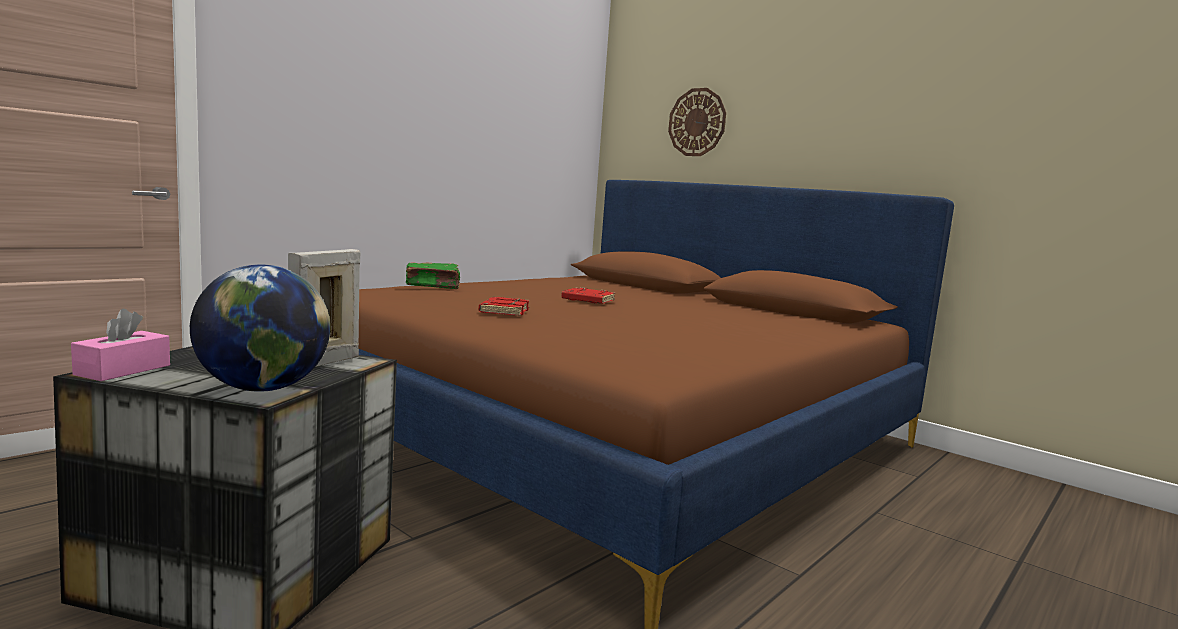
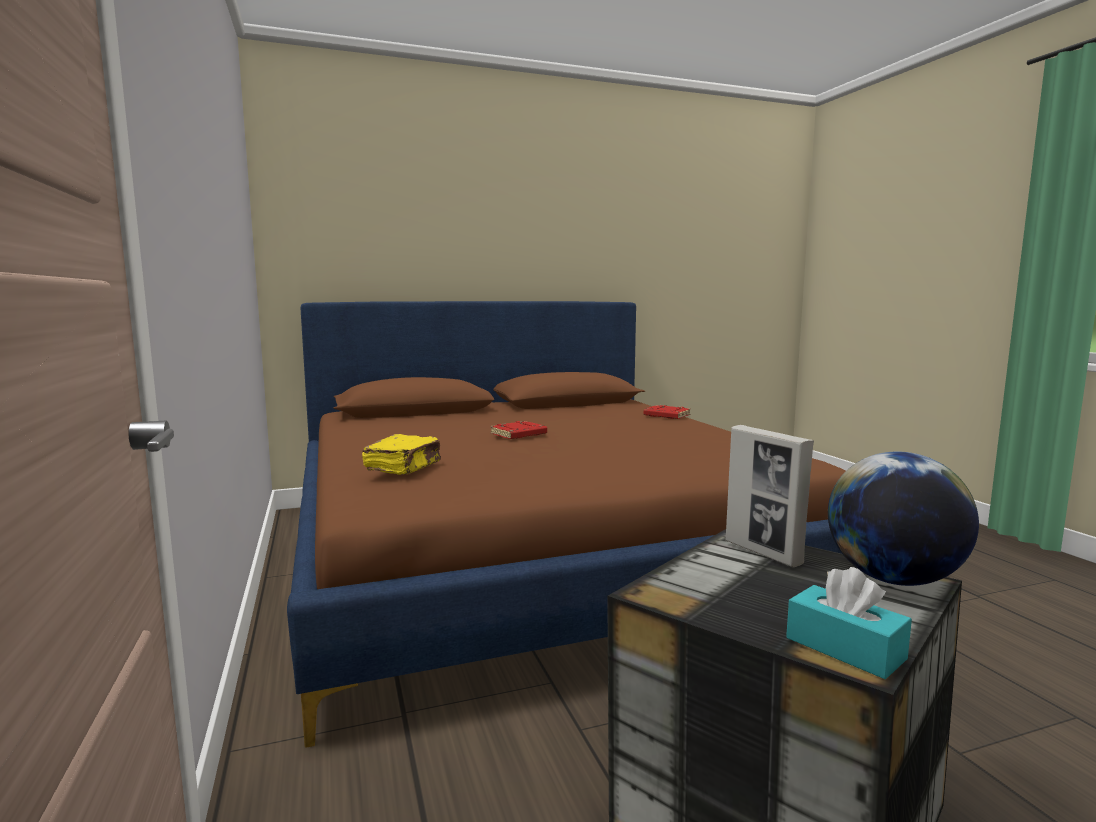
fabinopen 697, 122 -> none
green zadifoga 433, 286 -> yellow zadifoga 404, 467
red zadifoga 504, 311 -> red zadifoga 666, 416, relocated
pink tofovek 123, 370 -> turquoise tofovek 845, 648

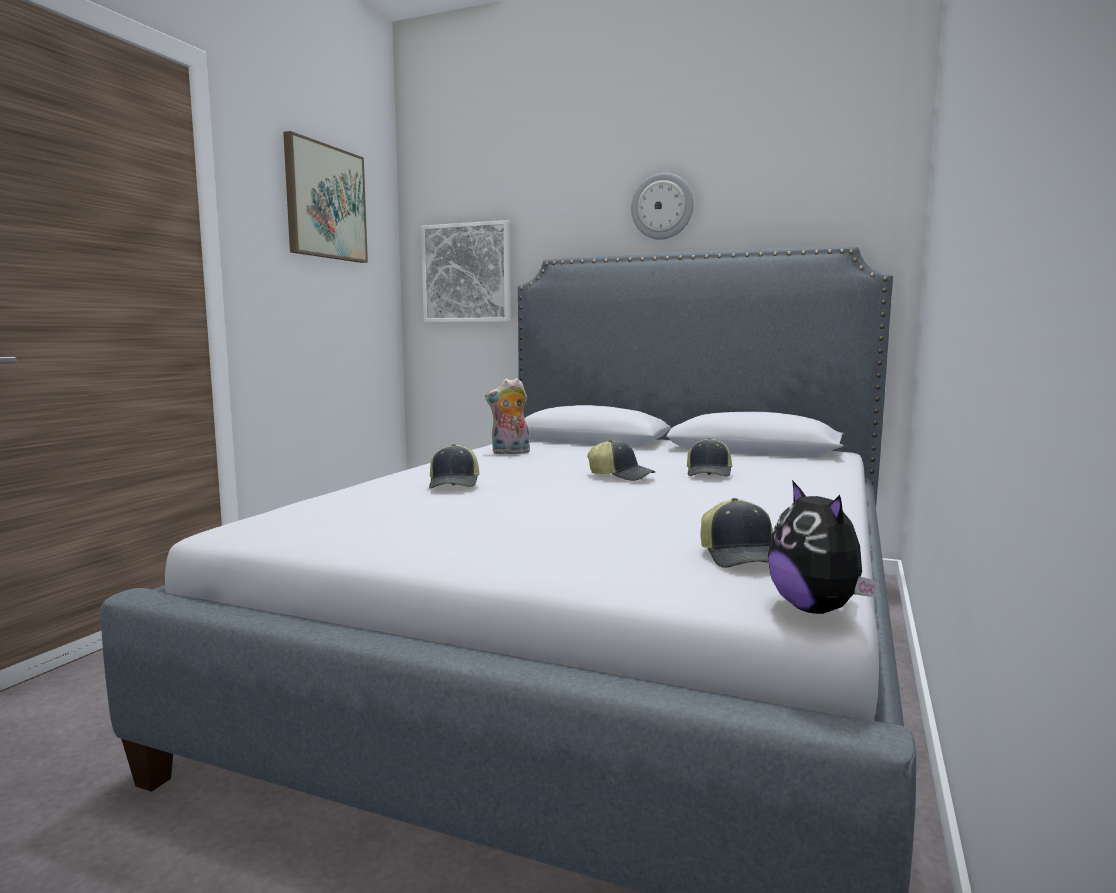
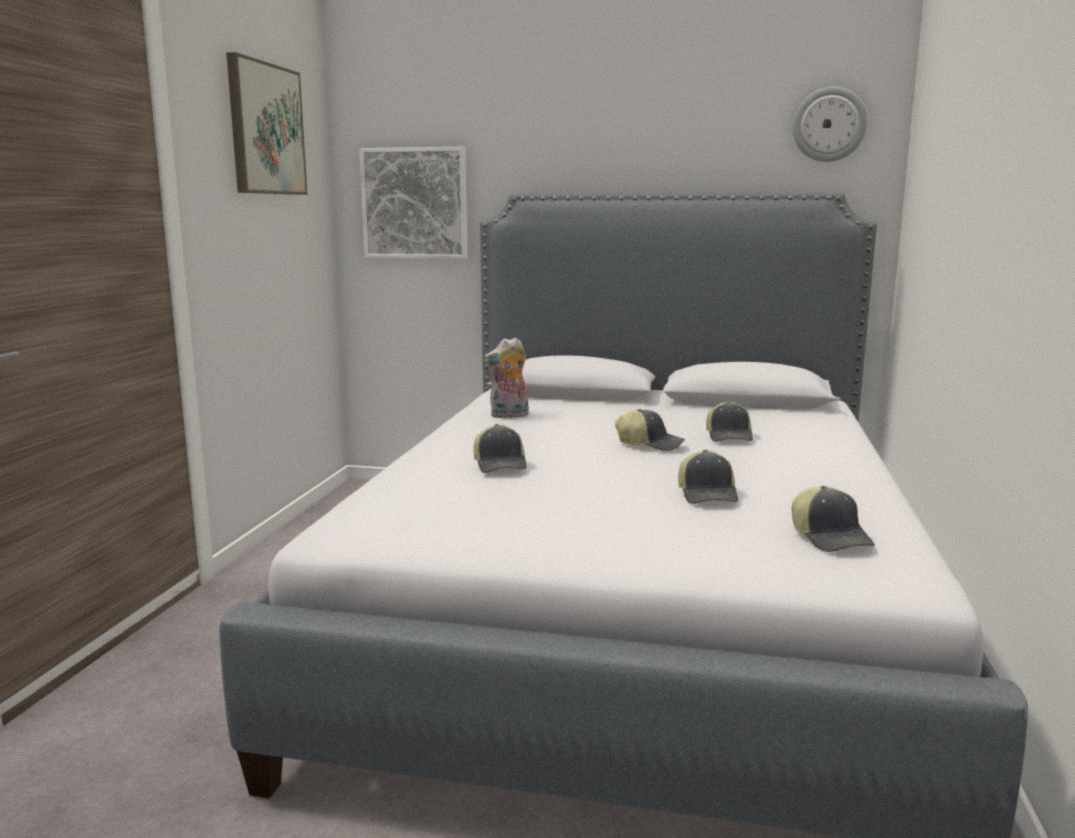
fabinopen 662, 206 -> fabinopen 829, 124, relocated
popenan 816, 609 -> none
none -> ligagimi 708, 495

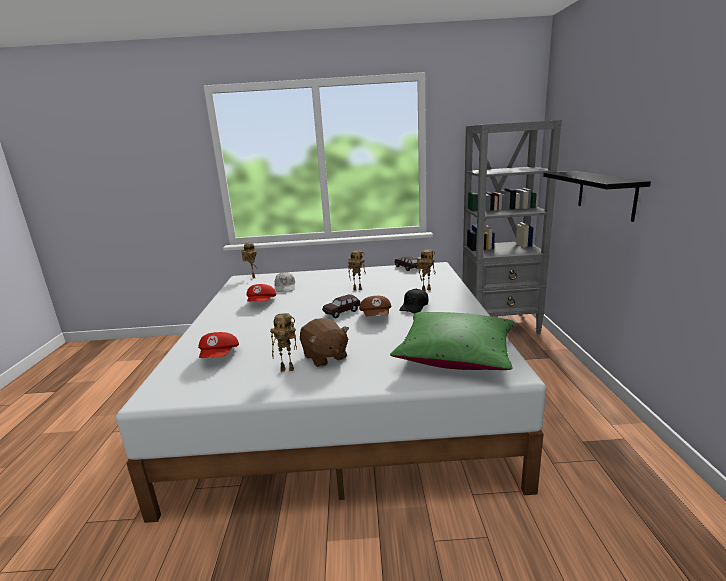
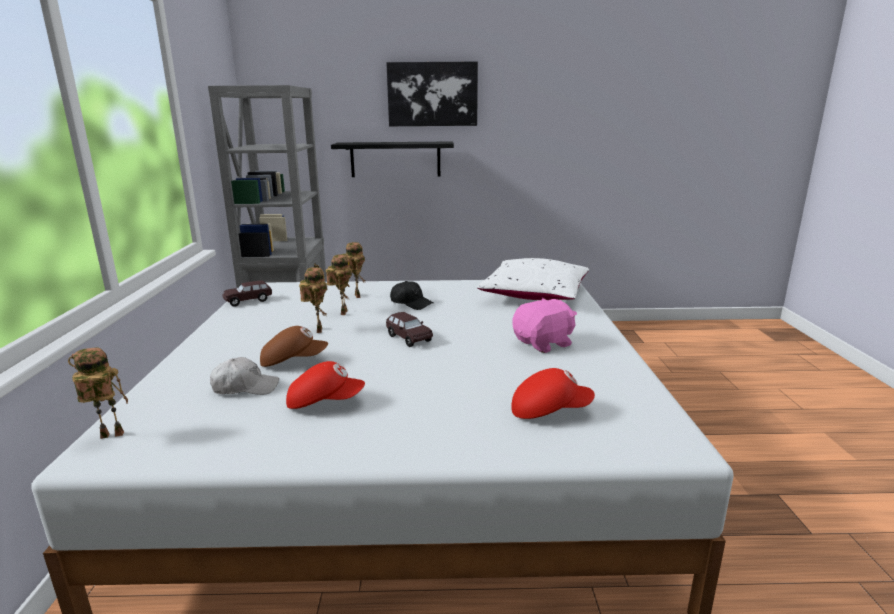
brown ligagimi 376, 317 -> brown ligagimi 293, 361, relocated
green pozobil 455, 354 -> white pozobil 535, 295
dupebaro 288, 369 -> dupebaro 342, 312, relocated
brown popenan 324, 357 -> pink popenan 544, 343
none -> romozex 432, 94

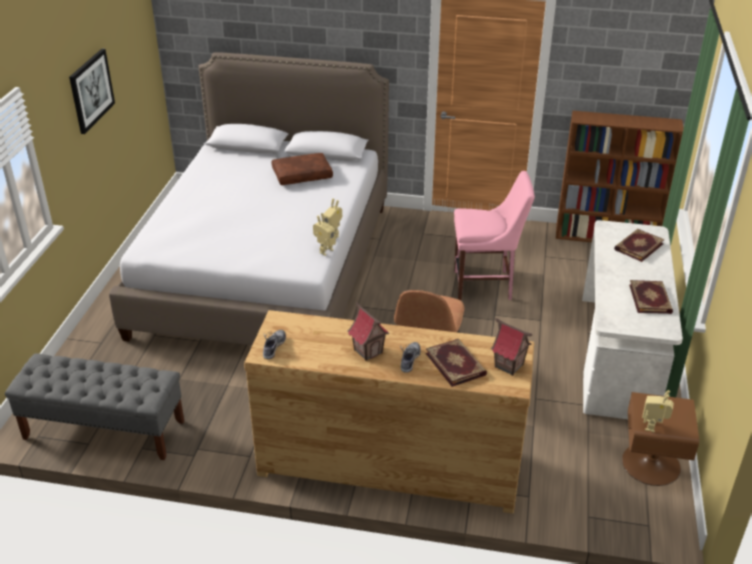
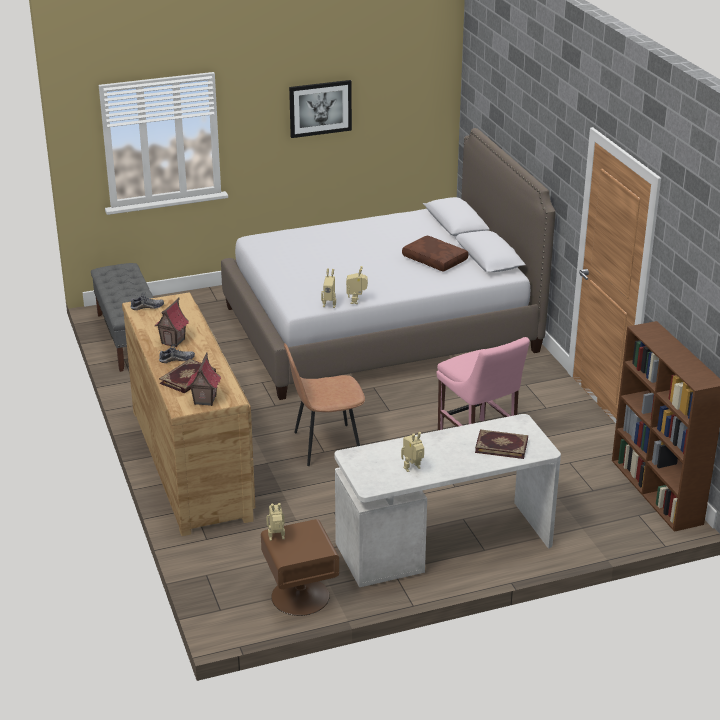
zadifoga 651, 299 -> dupebaro 413, 469

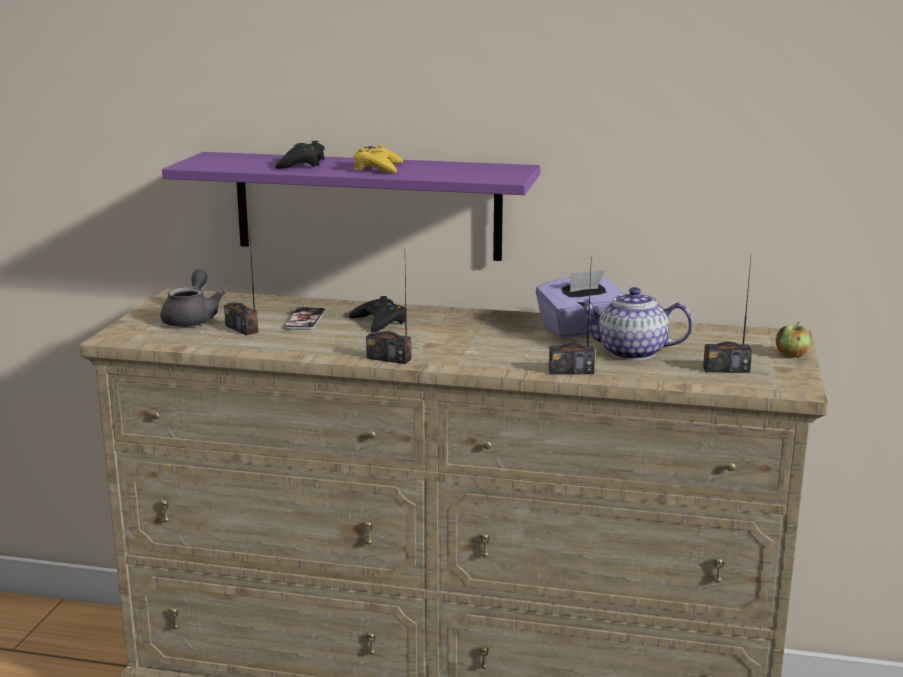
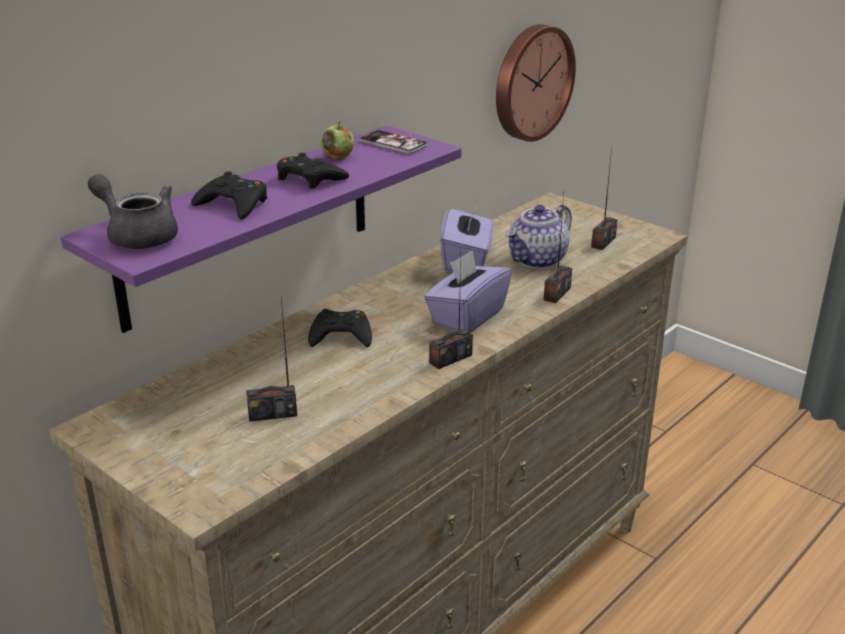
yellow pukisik 378, 168 -> black pukisik 309, 179
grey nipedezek 192, 319 -> grey nipedezek 138, 235, relocated
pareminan 305, 320 -> pareminan 393, 143, relocated
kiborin 791, 355 -> kiborin 338, 157, relocated
none -> fabinopen 531, 82
none -> purple tofovek 467, 316

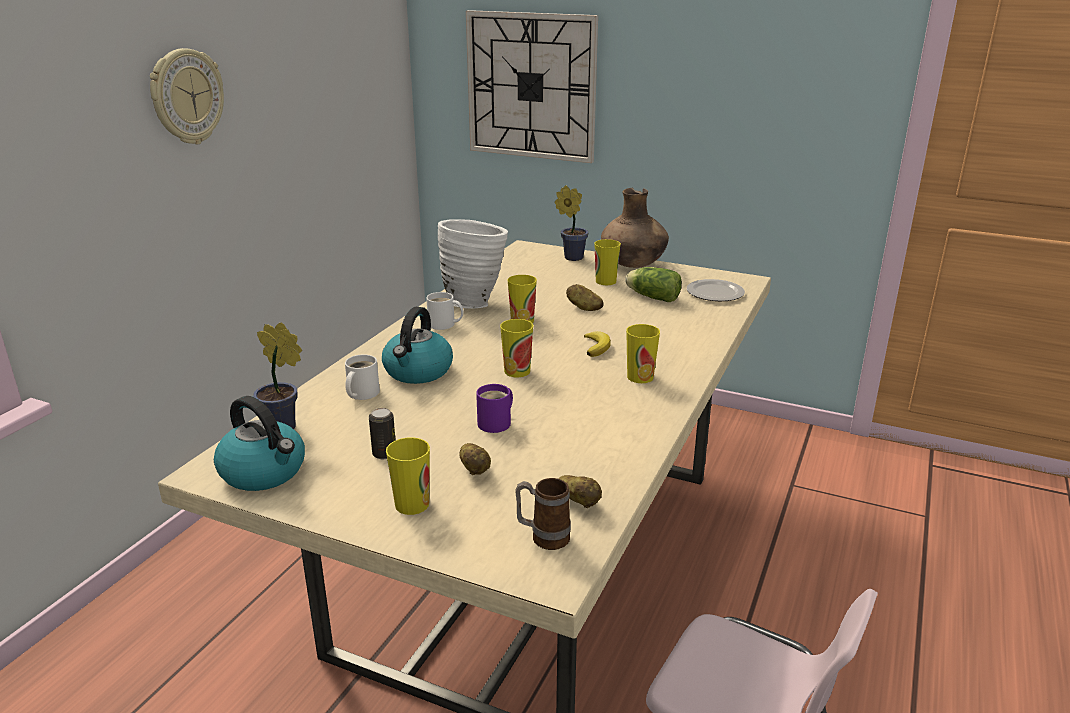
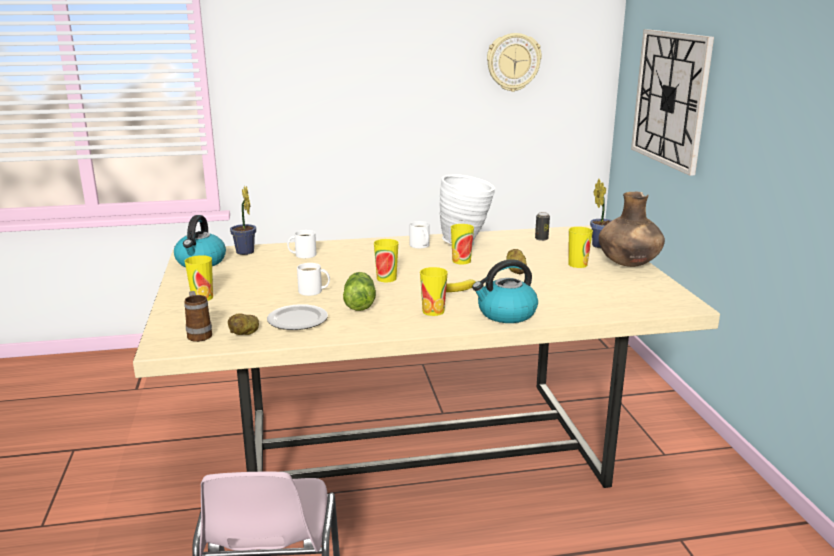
fabinopen 186, 97 -> fabinopen 513, 62, relocated
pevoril 651, 297 -> pevoril 360, 302, relocated
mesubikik 716, 293 -> mesubikik 297, 320, relocated
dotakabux 418, 372 -> dotakabux 506, 314, relocated
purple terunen 497, 423 -> white terunen 312, 291
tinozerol 384, 454 -> tinozerol 541, 239, relocated
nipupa 475, 470 -> none

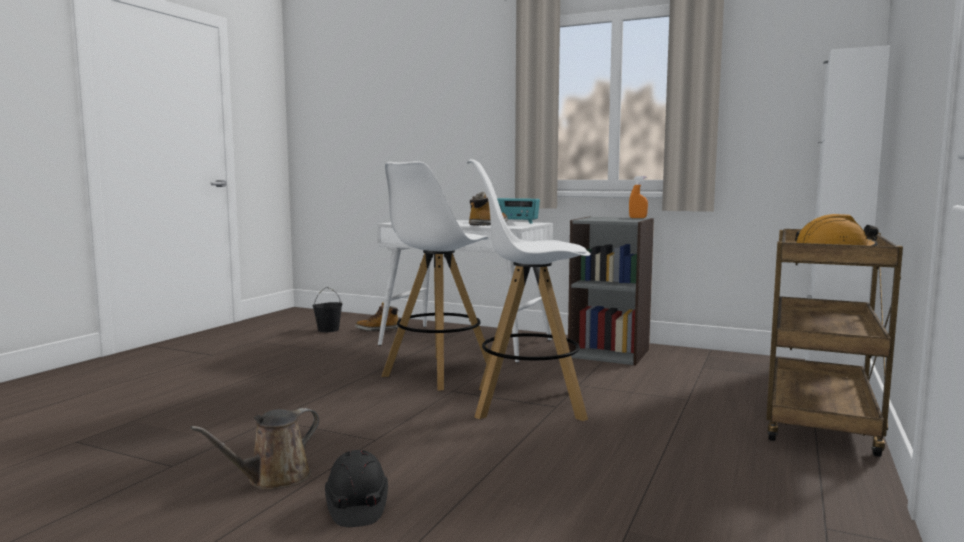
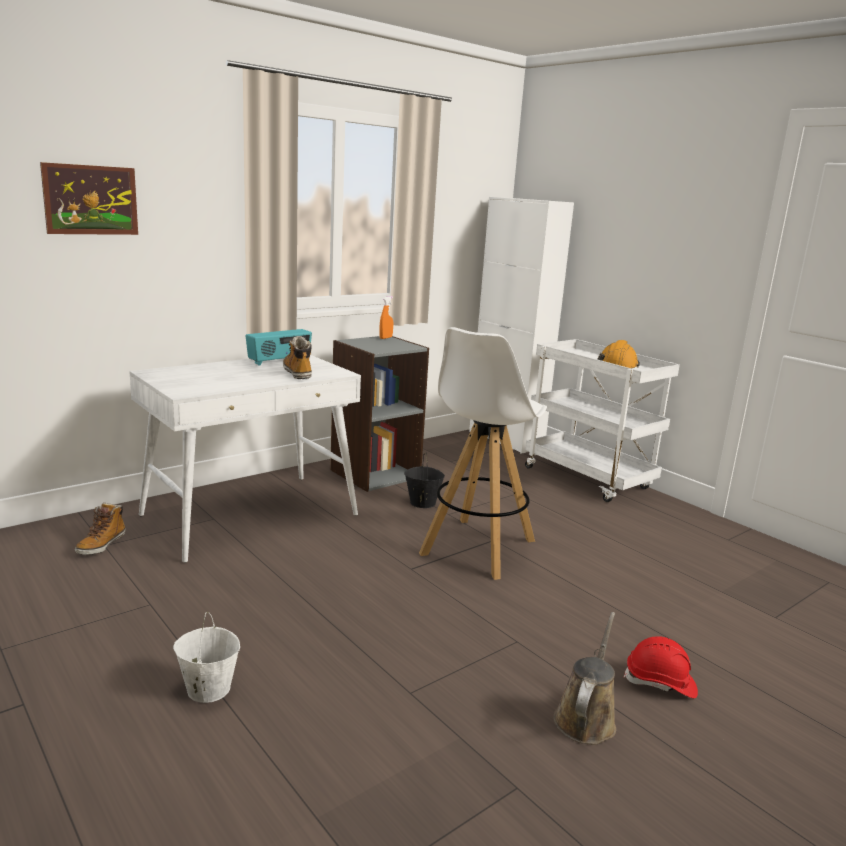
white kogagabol 438, 372 -> none
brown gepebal 821, 424 -> white gepebal 589, 479
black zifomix 328, 330 -> black zifomix 422, 503, relocated
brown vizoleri 273, 479 -> brown vizoleri 586, 718, 135 degrees counterclockwise
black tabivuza 356, 506 -> red tabivuza 660, 683
none -> romozex 91, 200
none -> white zifomix 208, 689

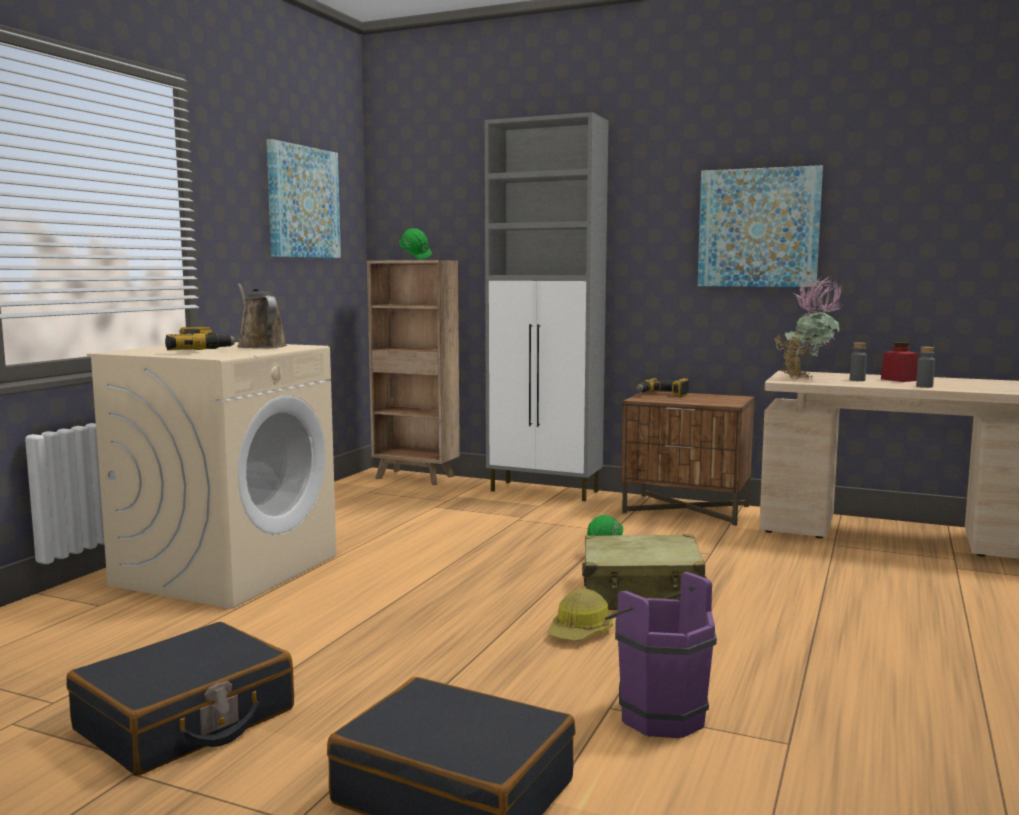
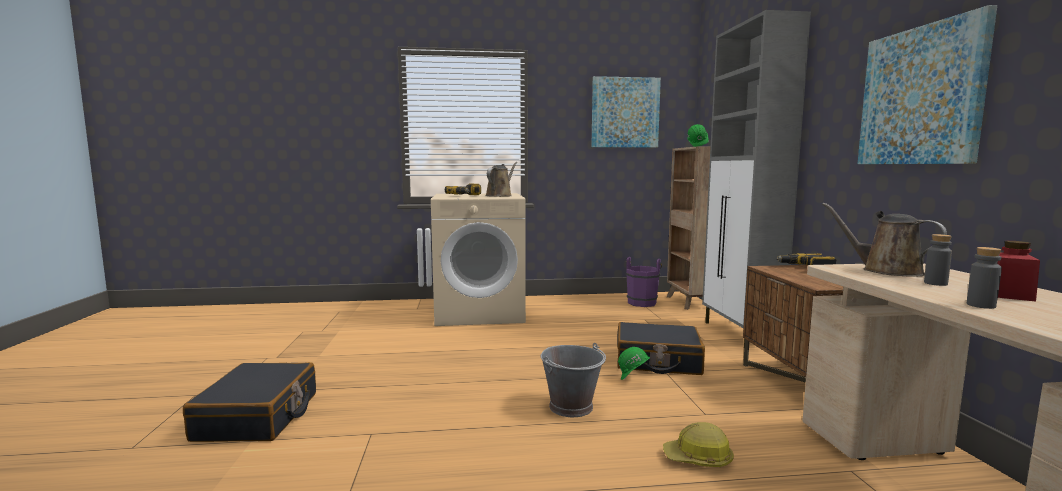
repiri 806, 378 -> brown vizoleri 885, 271
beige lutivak 642, 594 -> grey zifomix 571, 407
purple zifomix 656, 713 -> purple zifomix 642, 302, relocated
tabivuza 580, 632 -> tabivuza 698, 458, relocated
black lutivak 186, 721 -> black lutivak 657, 361, relocated

